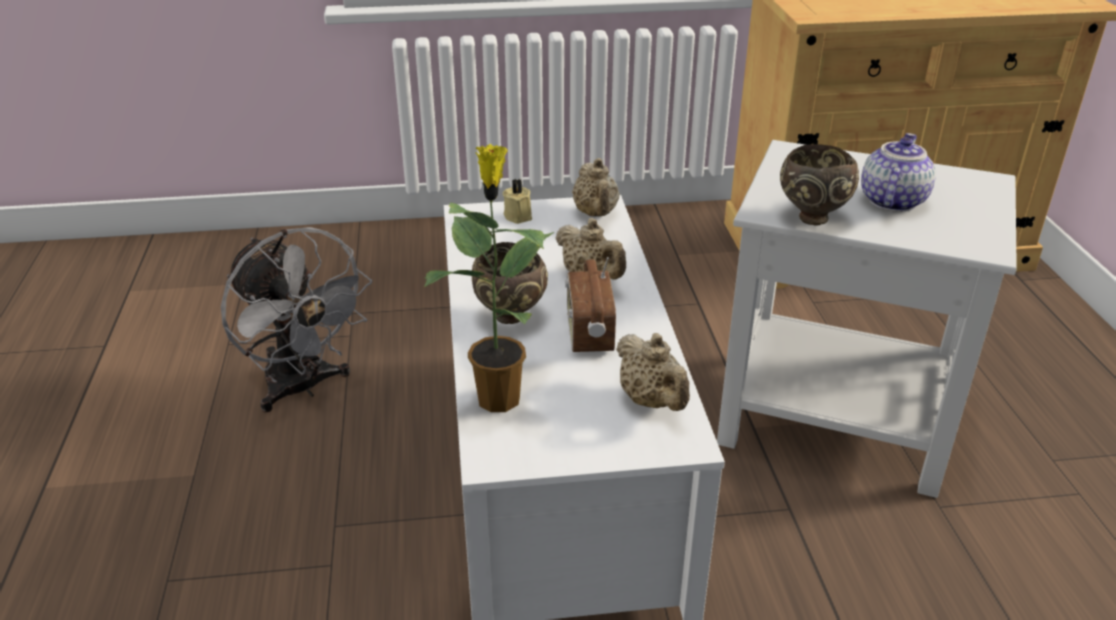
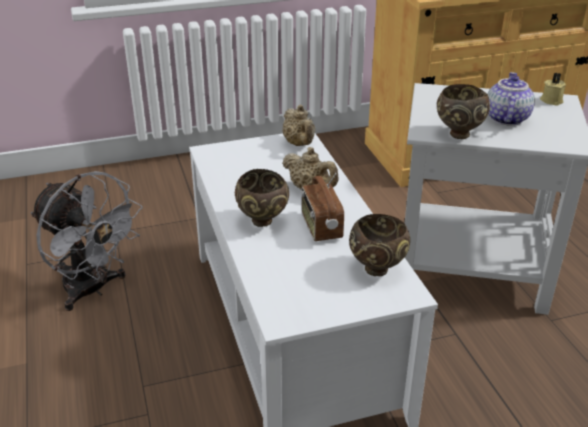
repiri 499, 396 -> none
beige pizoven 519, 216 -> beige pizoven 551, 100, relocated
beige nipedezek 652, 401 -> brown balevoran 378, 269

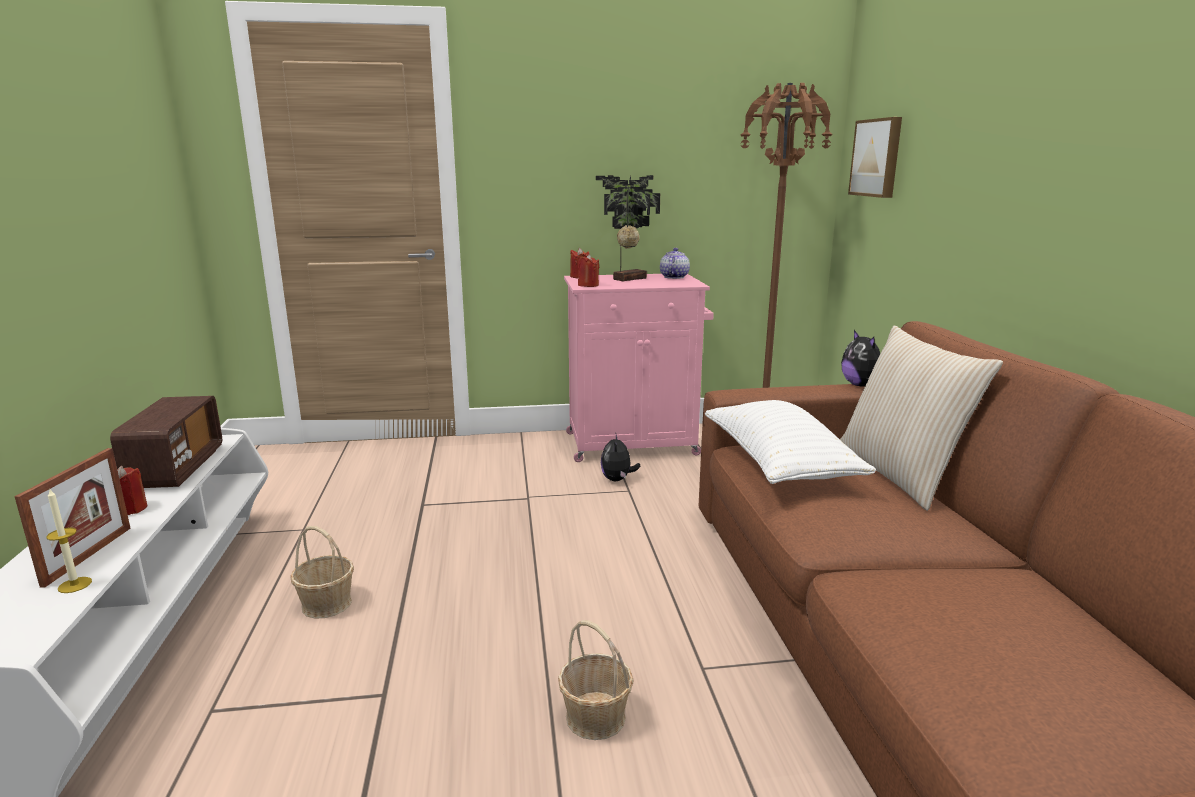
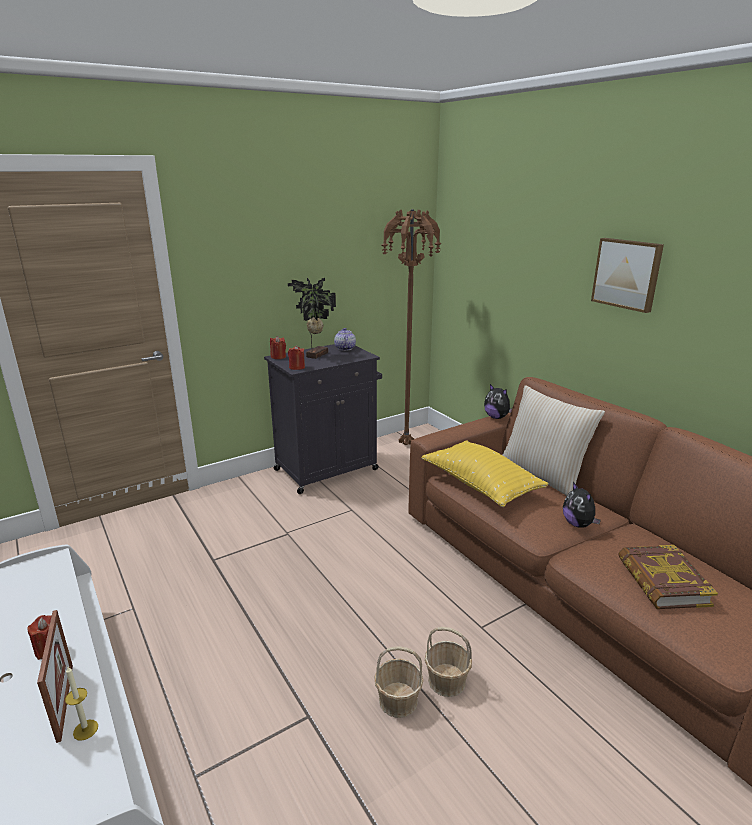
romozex 877, 158 -> romozex 627, 274, relocated
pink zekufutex 634, 443 -> black zekufutex 328, 469
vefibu 176, 468 -> none
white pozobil 779, 464 -> yellow pozobil 481, 485
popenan 617, 479 -> popenan 578, 524, relocated
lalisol 326, 603 -> lalisol 398, 700, relocated
none -> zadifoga 662, 582

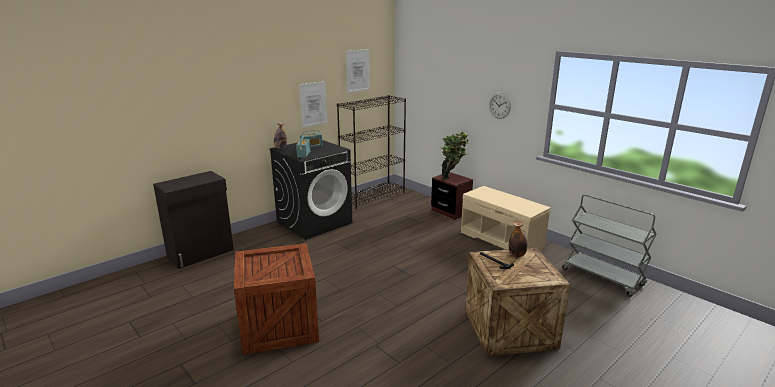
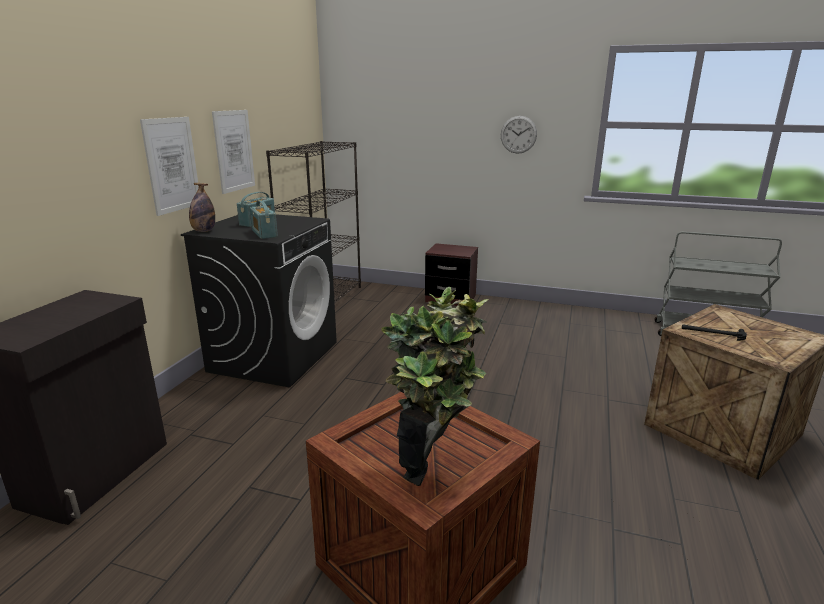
romozex 357, 70 -> romozex 172, 165, relocated
repiri 452, 178 -> repiri 433, 461, relocated
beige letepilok 502, 239 -> none
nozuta 517, 255 -> none

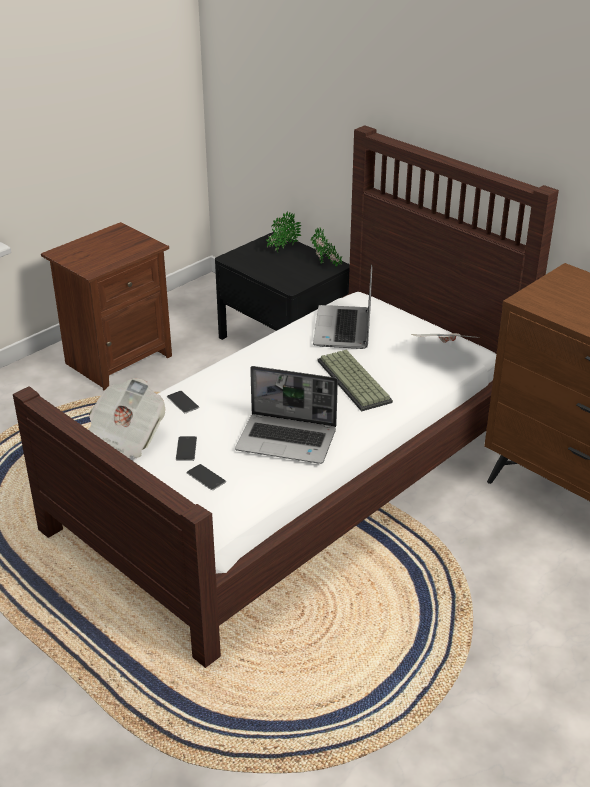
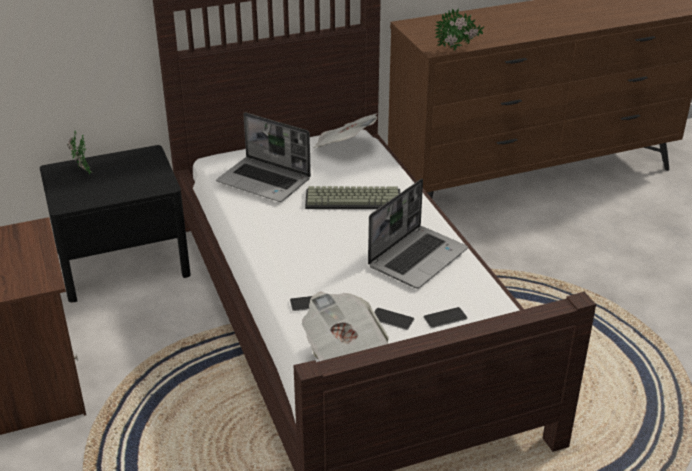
repiri 326, 265 -> repiri 458, 49, relocated

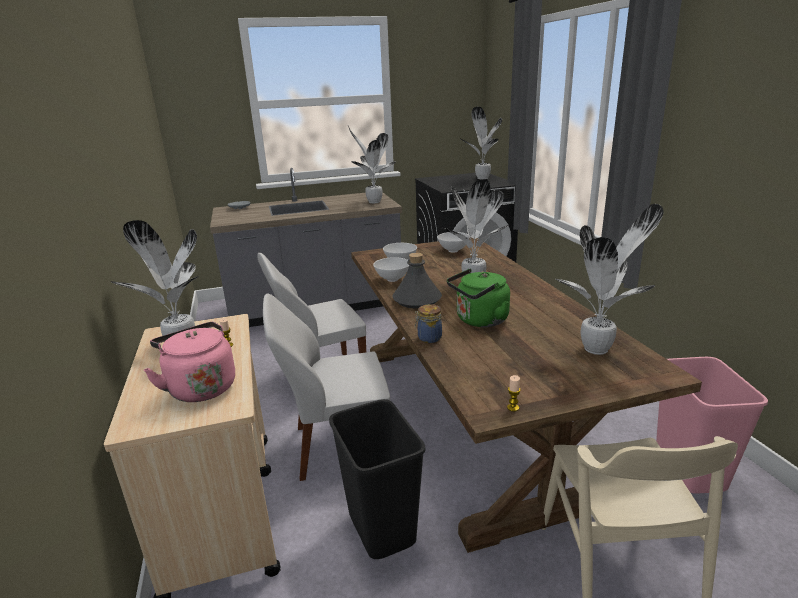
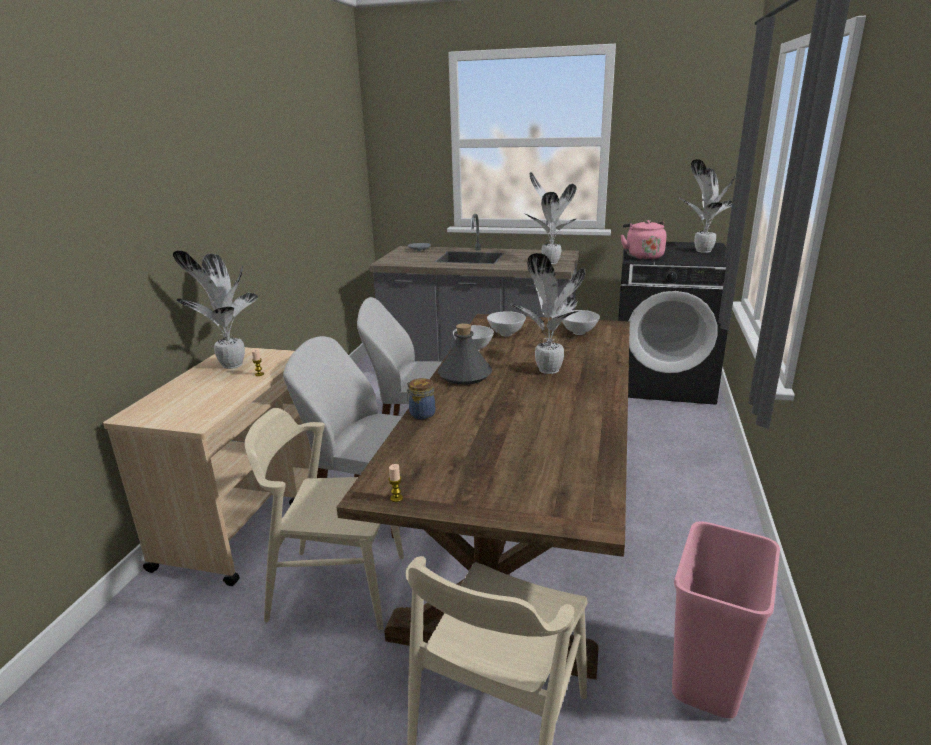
repiri 598, 349 -> none
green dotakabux 479, 321 -> none
pink dotakabux 200, 387 -> pink dotakabux 642, 256, relocated
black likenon 380, 528 -> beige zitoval 337, 587

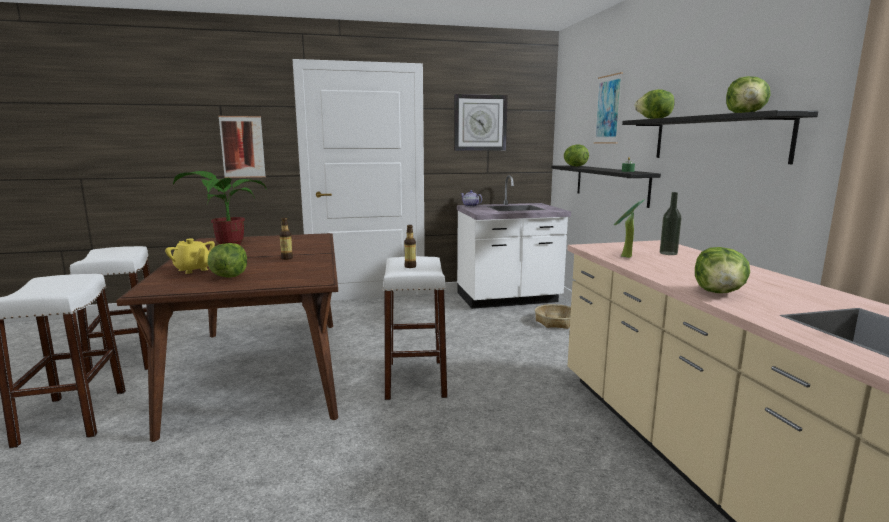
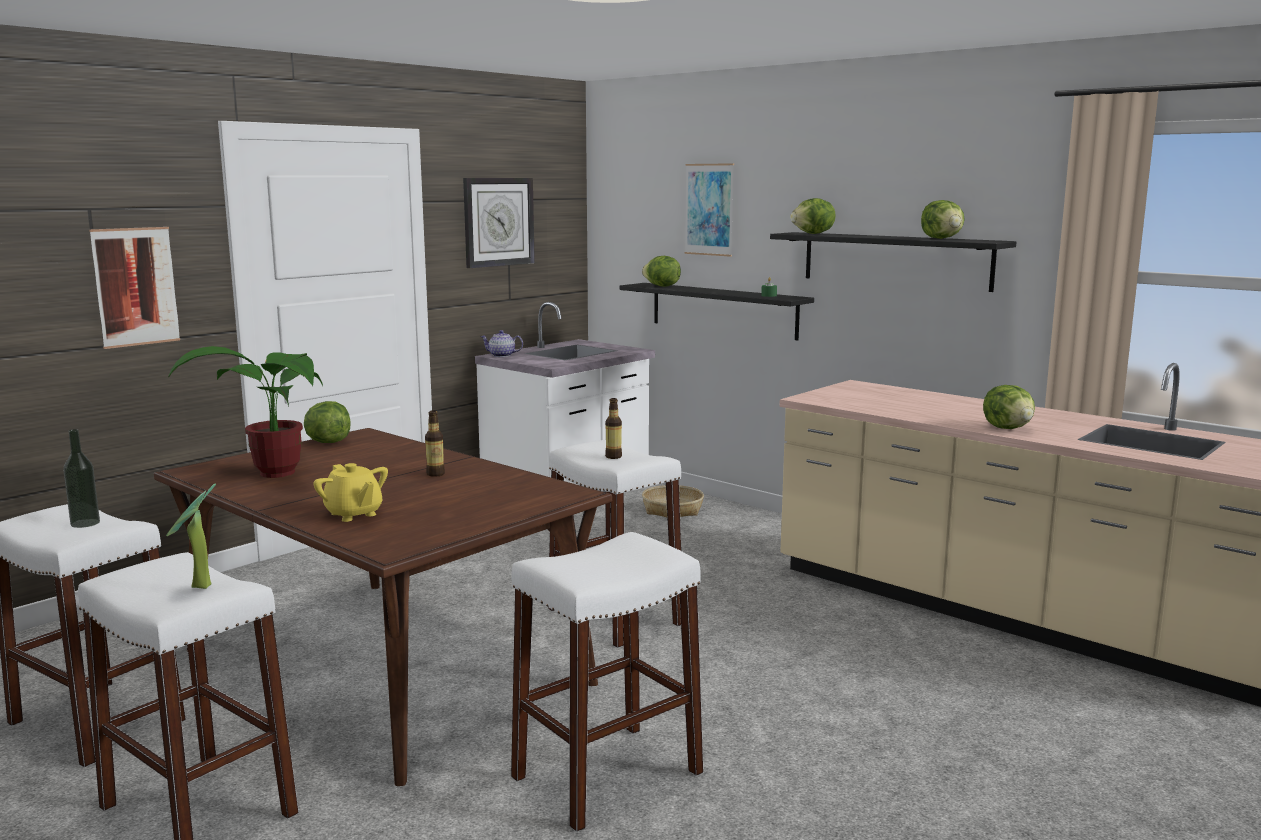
nozuta 668, 253 -> nozuta 85, 523, relocated
repiri 624, 257 -> repiri 198, 588, relocated
yellow nipedezek 193, 270 -> yellow nipedezek 353, 514, 45 degrees clockwise
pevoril 229, 276 -> pevoril 327, 442, relocated
none -> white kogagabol 607, 775

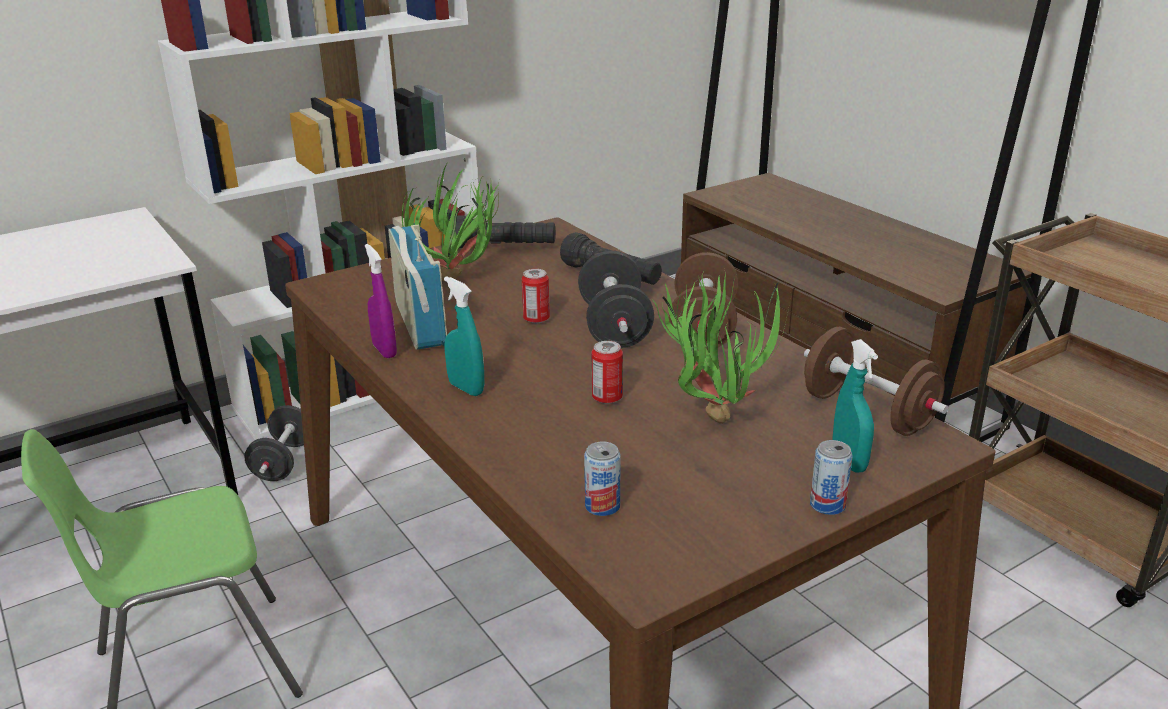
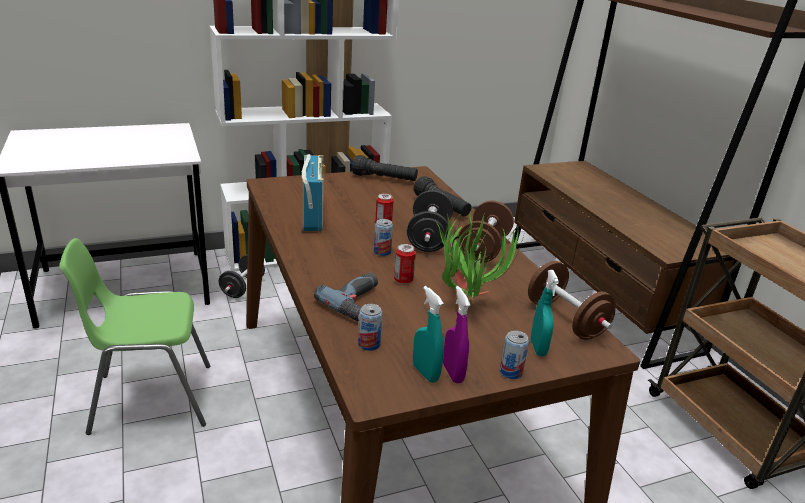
repiri 462, 281 -> none
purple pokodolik 384, 350 -> purple pokodolik 453, 373, relocated
turquoise pokodolik 466, 388 -> turquoise pokodolik 425, 373, relocated
none -> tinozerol 382, 252
none -> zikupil 358, 302

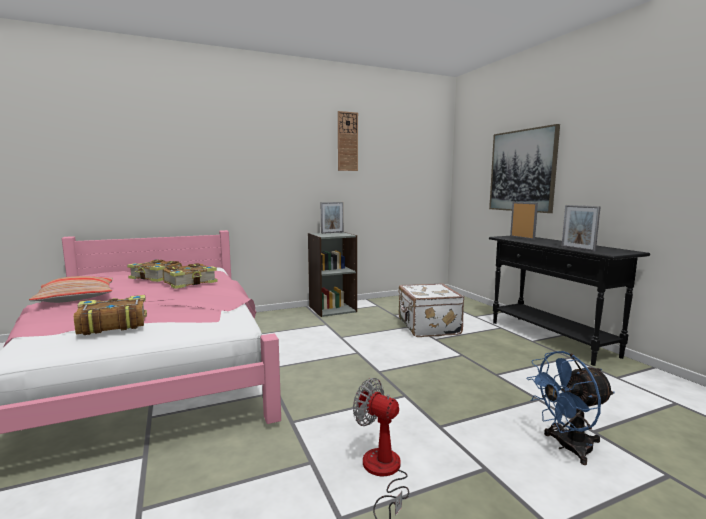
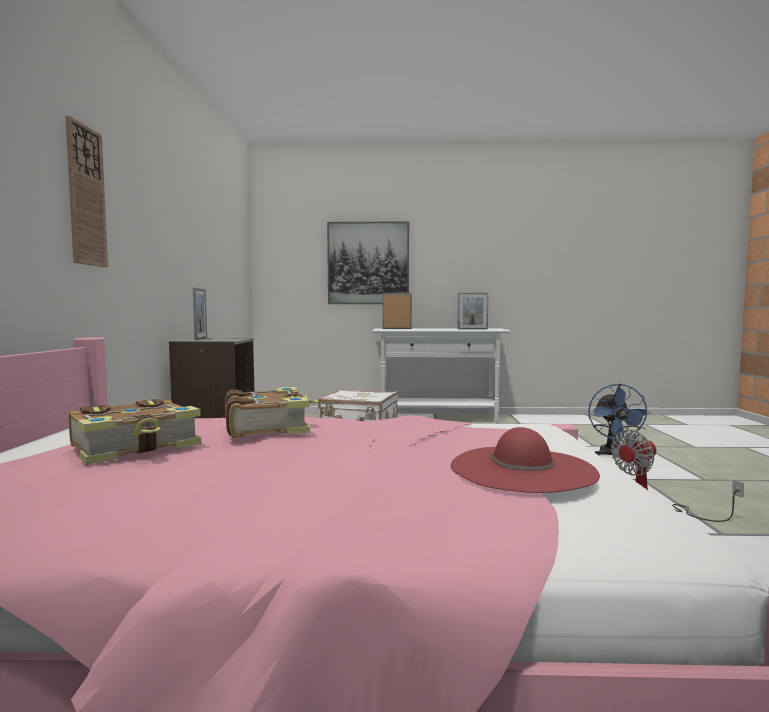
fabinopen 347, 141 -> fabinopen 86, 196, relocated
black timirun 550, 339 -> white timirun 438, 418
pozobil 76, 298 -> none
zadifoga 112, 324 -> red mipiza 522, 469

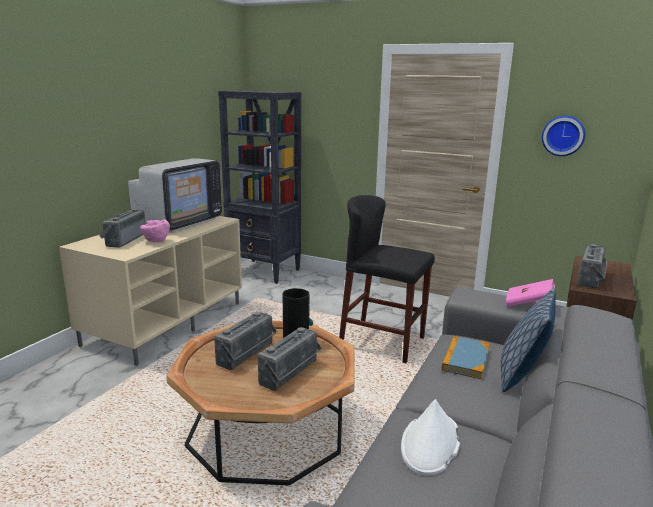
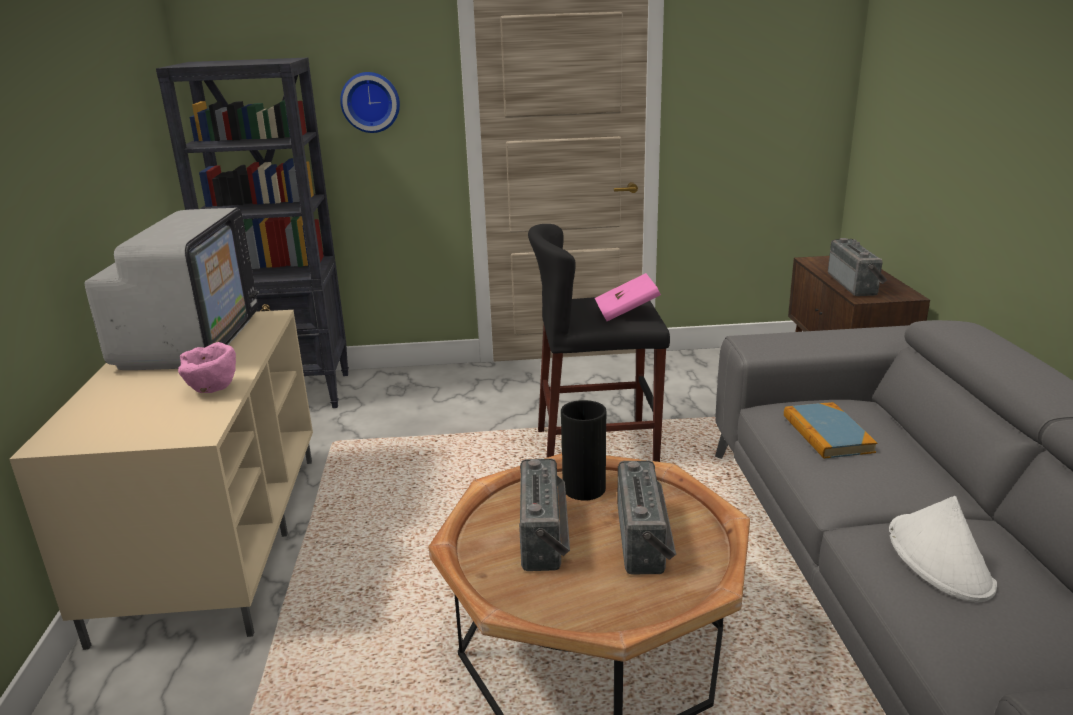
fabinopen 563, 135 -> fabinopen 370, 102, relocated
vefibu 124, 240 -> none
pink zadifoga 528, 304 -> pink zadifoga 626, 312, relocated
pozobil 521, 374 -> none

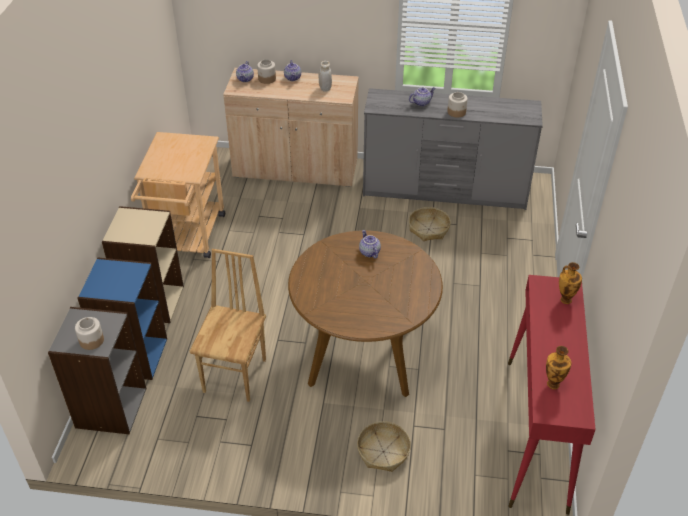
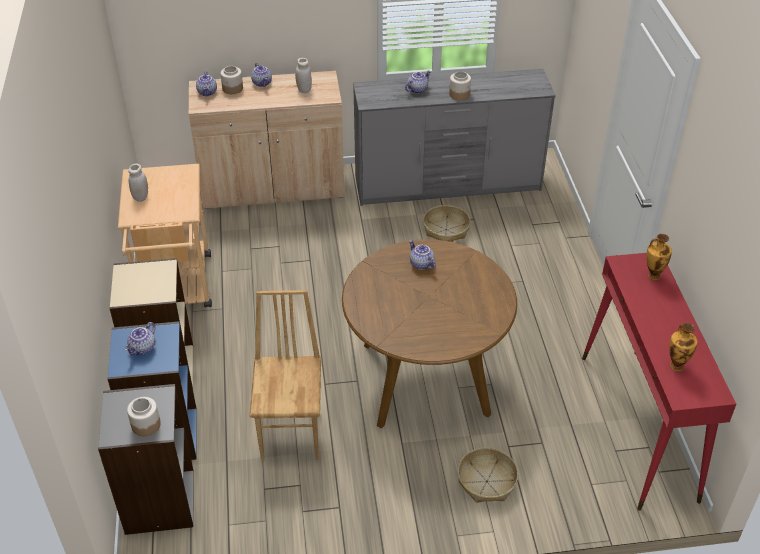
none -> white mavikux 141, 197
none -> nipedezek 143, 348

